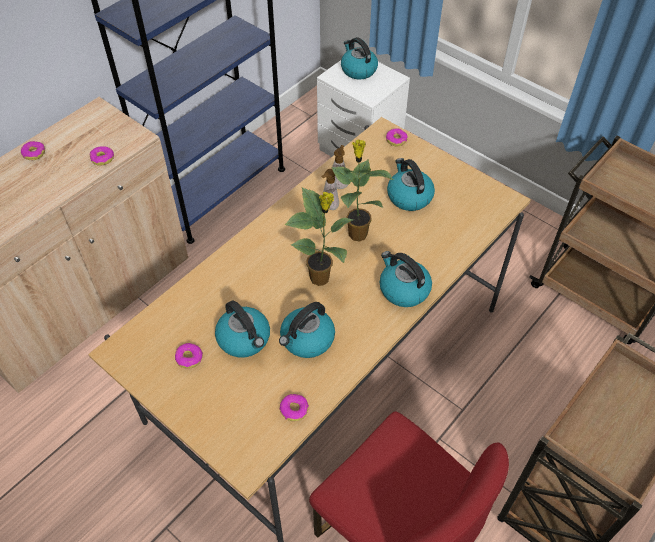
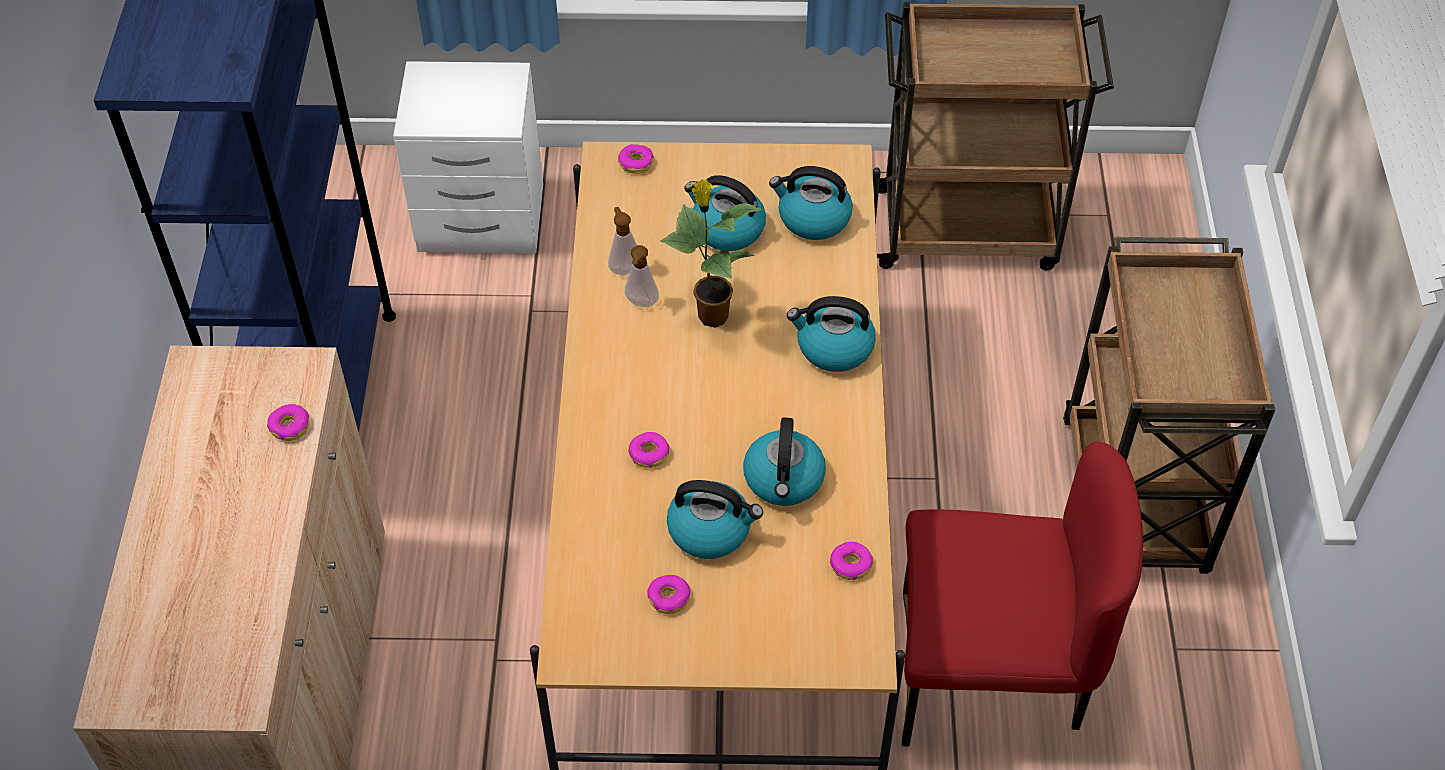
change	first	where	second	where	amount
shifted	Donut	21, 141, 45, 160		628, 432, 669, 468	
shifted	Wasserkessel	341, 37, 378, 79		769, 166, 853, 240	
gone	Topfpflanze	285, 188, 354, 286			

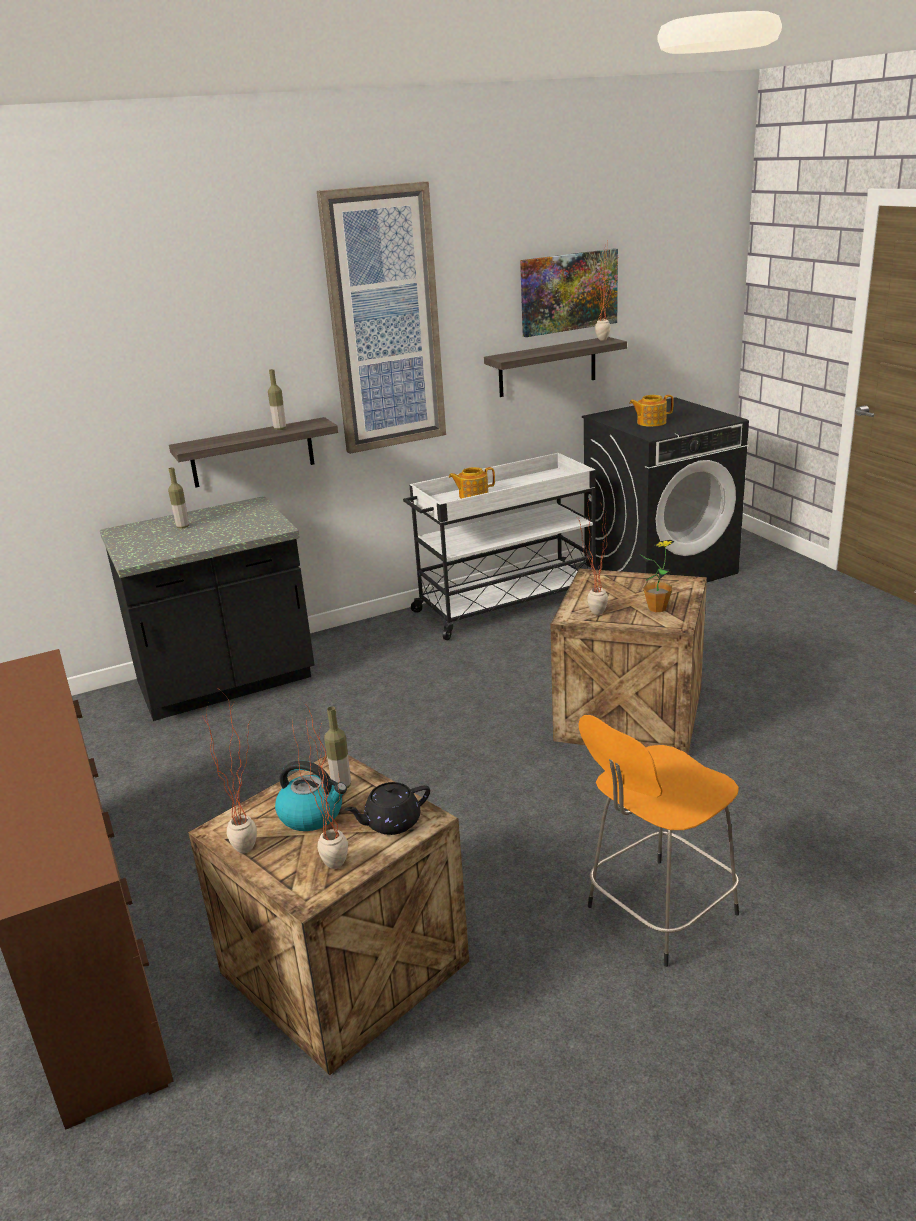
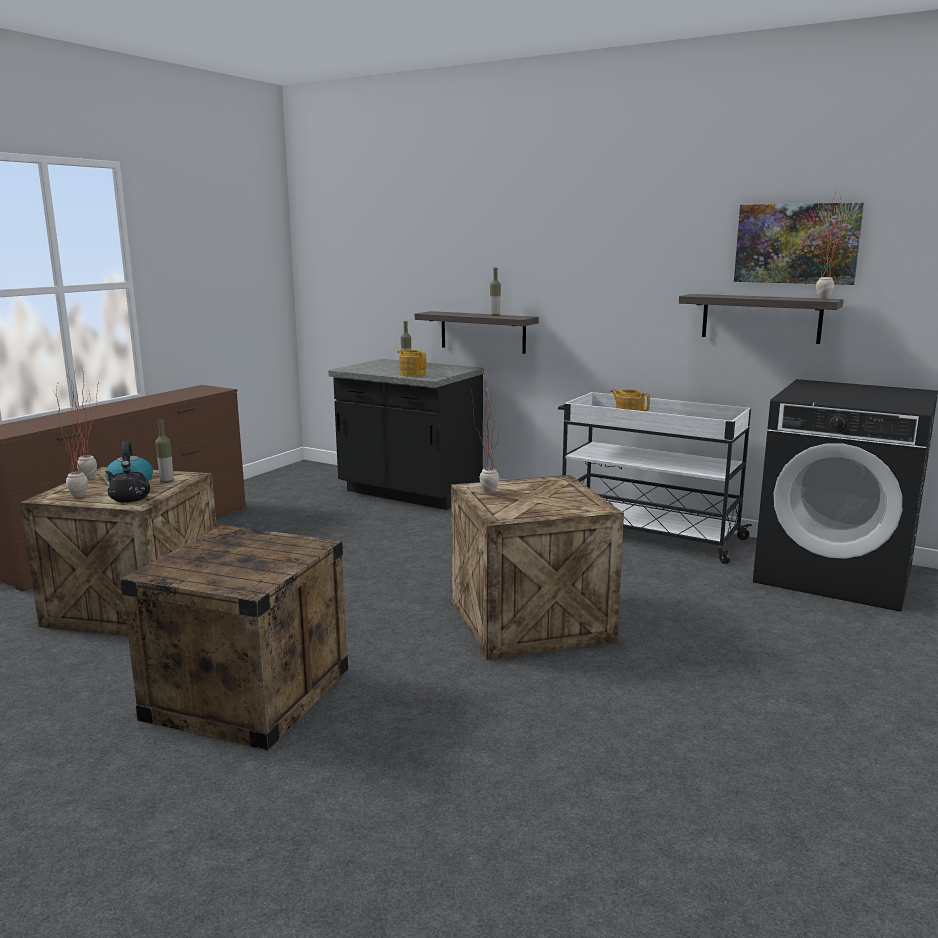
change	first	where	second	where	amount
swapped	Hocker/orange	579, 715, 739, 967	Kiste	120, 525, 348, 751	
shifted	Teekanne	629, 395, 674, 427		398, 350, 427, 377	
gone	Bild	317, 181, 446, 454			
gone	Topfpflanze	640, 540, 674, 612			

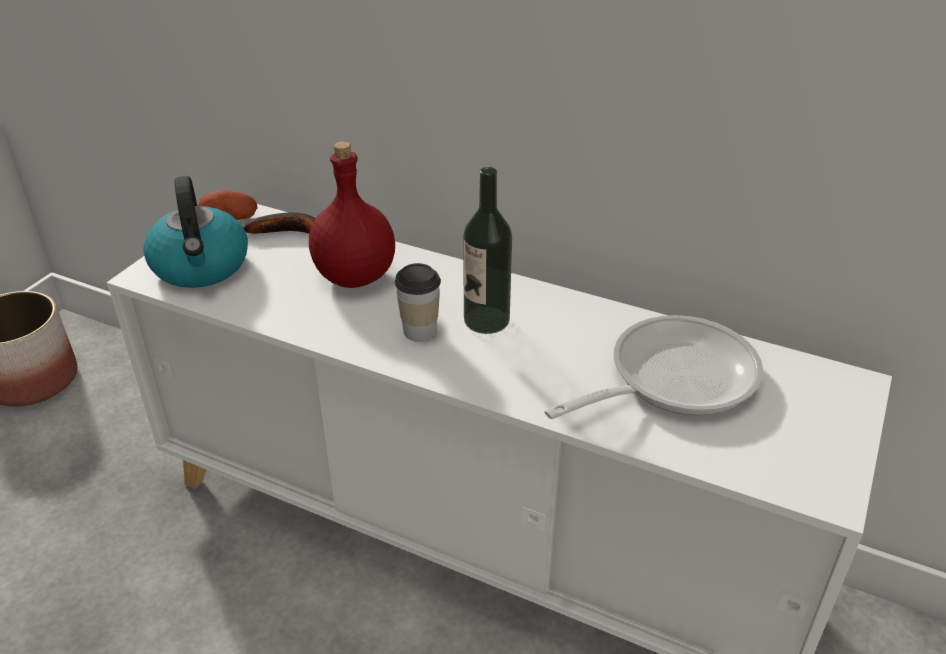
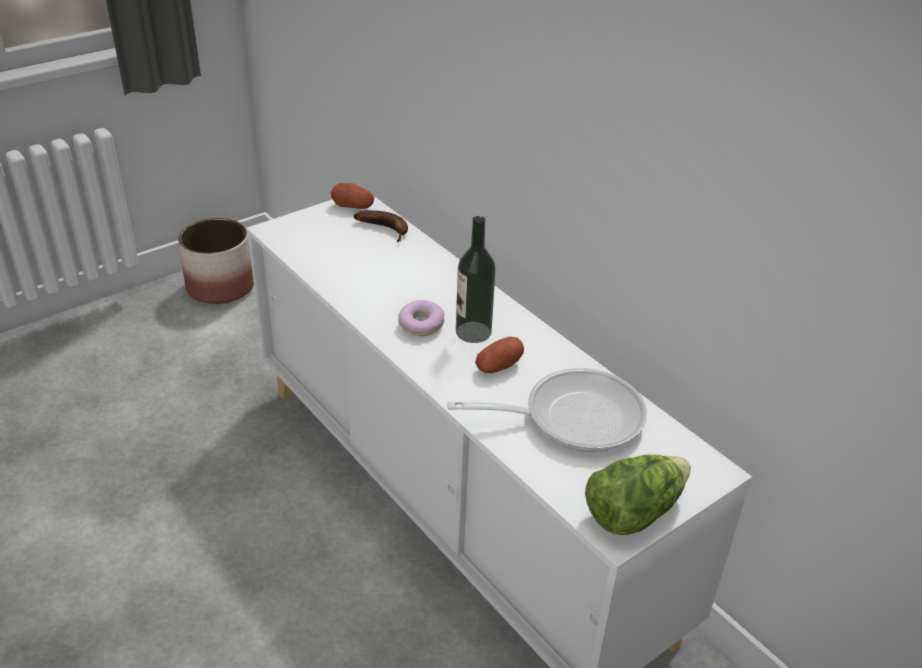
change	first	where	second	where	amount
swapped	Tasse	395, 263, 441, 342	Donut	398, 300, 444, 336	
new			Kartoffel	475, 336, 524, 373	
new			Salatkopf	585, 454, 691, 535	
gone	Wasserkessel	143, 176, 248, 288			
gone	Flasche/rot	309, 141, 395, 288			

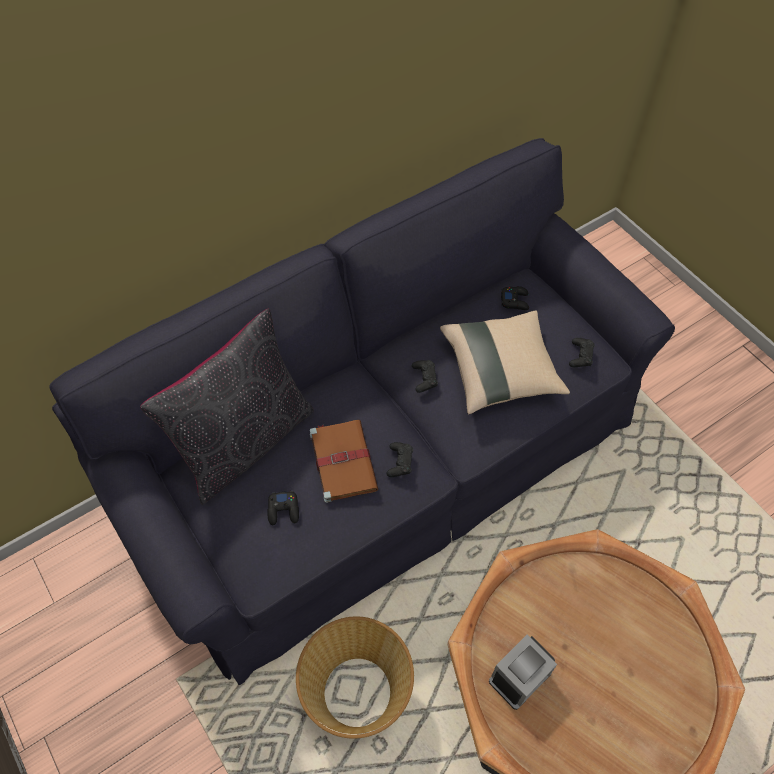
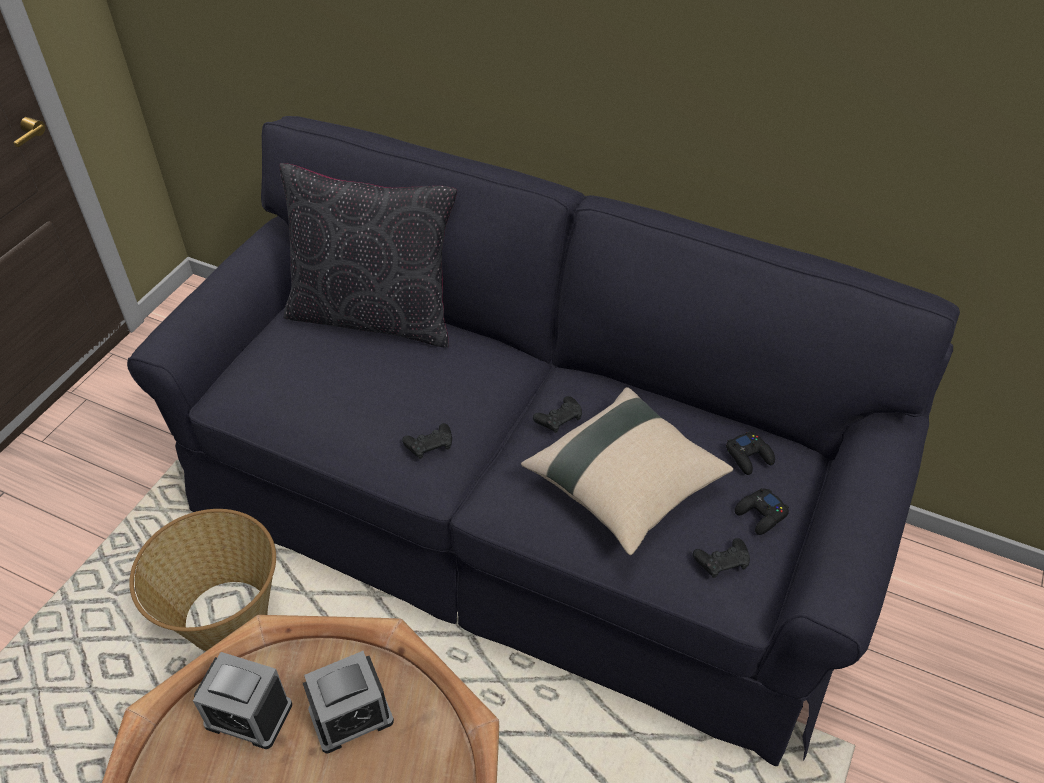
change	first	where	second	where	amount
new			Wecker	303, 651, 394, 753	
shifted	Gamepad/schwarz	267, 491, 299, 525		735, 488, 789, 535	
gone	Buch/braun	310, 420, 378, 503			

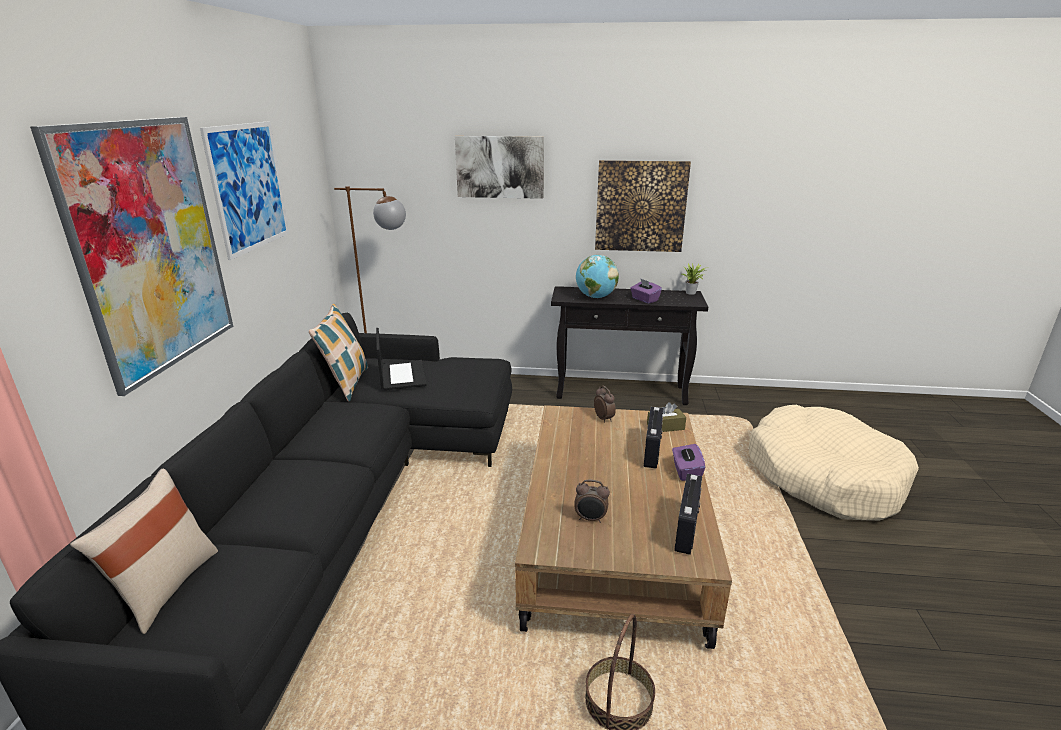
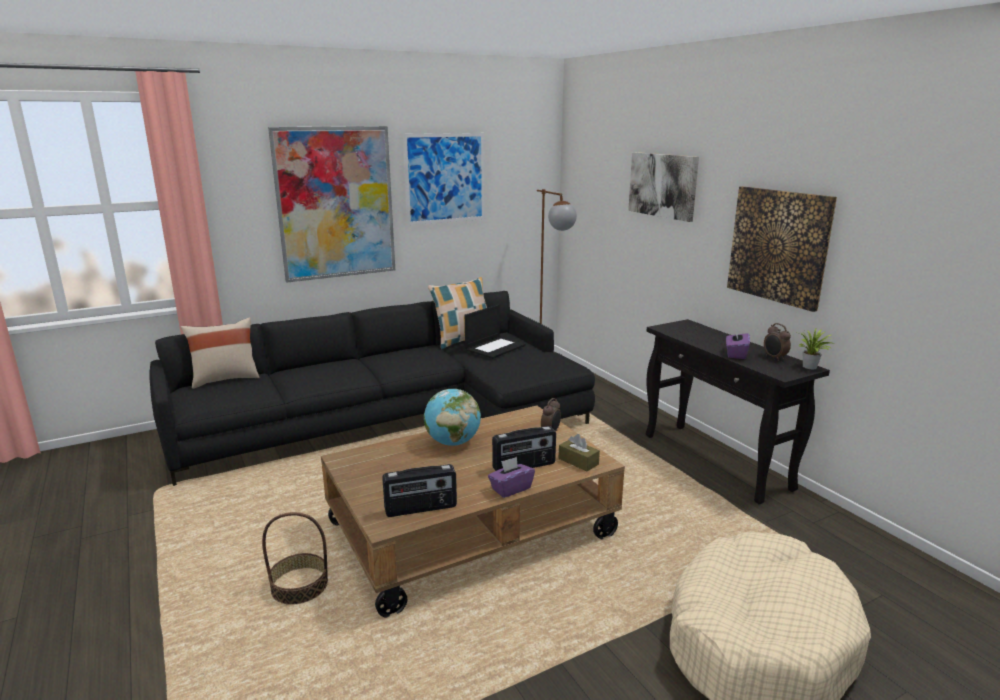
change	first	where	second	where	amount
shifted	Globus	576, 255, 619, 298		424, 389, 481, 446	
shifted	Wecker	575, 480, 610, 523		764, 323, 791, 361	

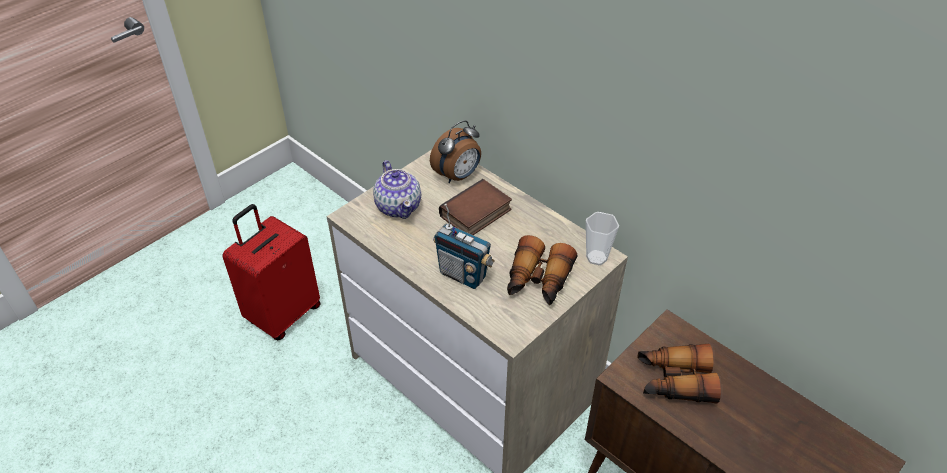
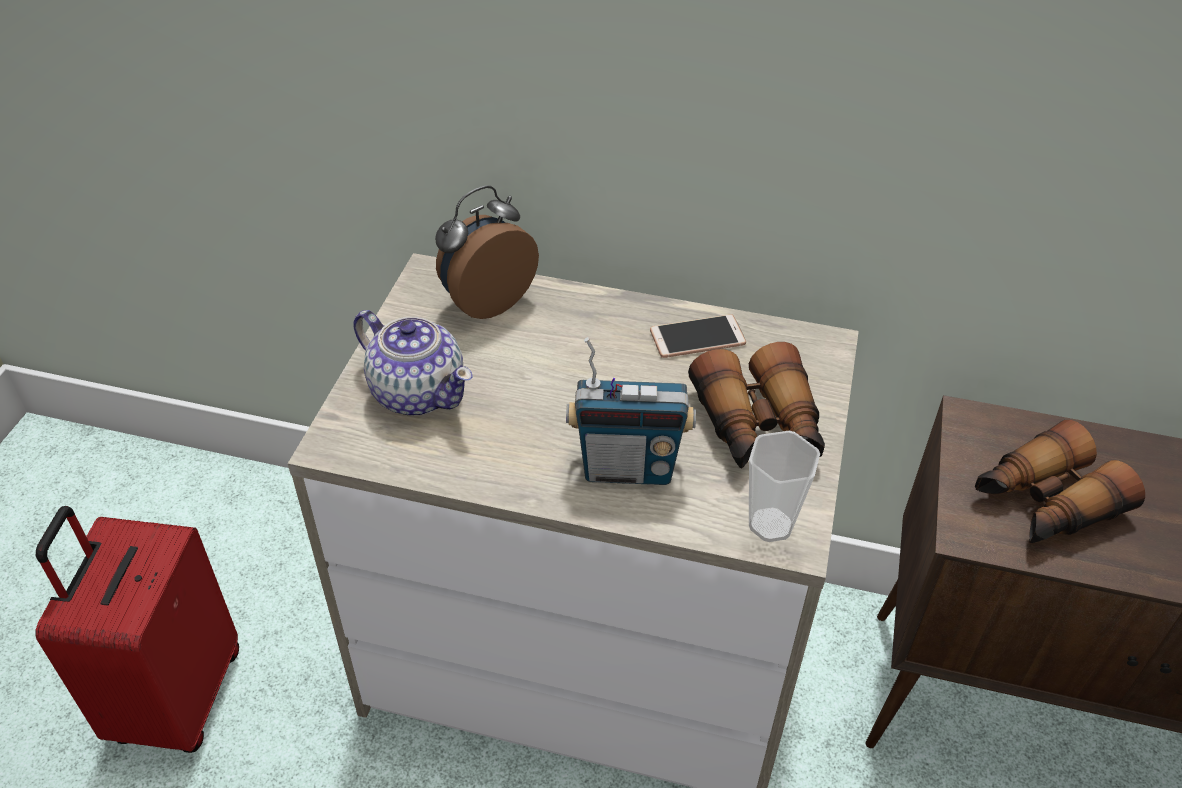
change	first	where	second	where	amount
rotated	Wecker	430, 120, 481, 183		435, 185, 539, 319	150 degrees counterclockwise
new			Handy	650, 314, 746, 358	
shifted	Tasse	586, 212, 619, 265		749, 431, 820, 542	
gone	Buch	439, 179, 512, 235			

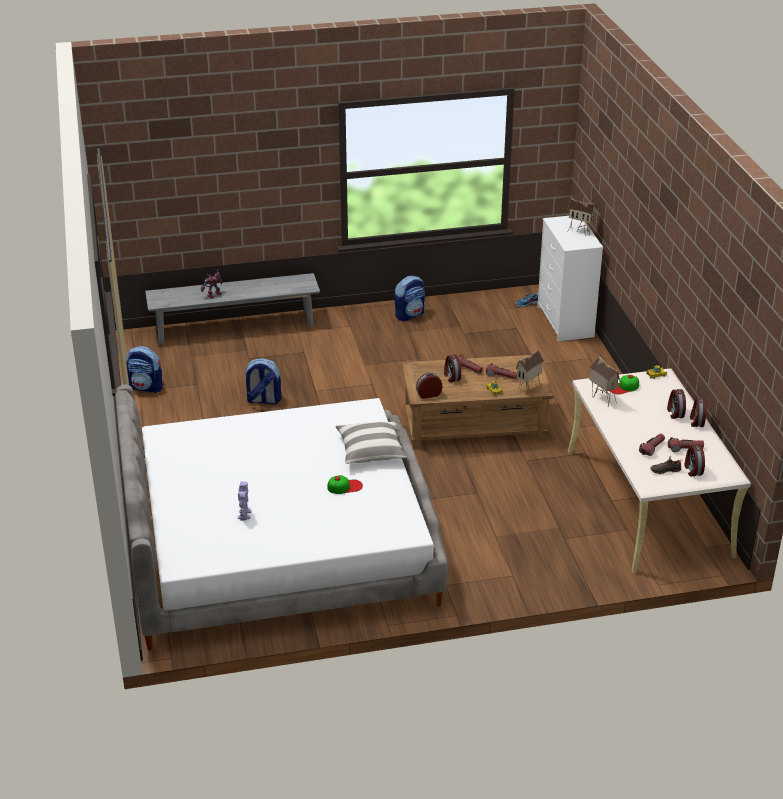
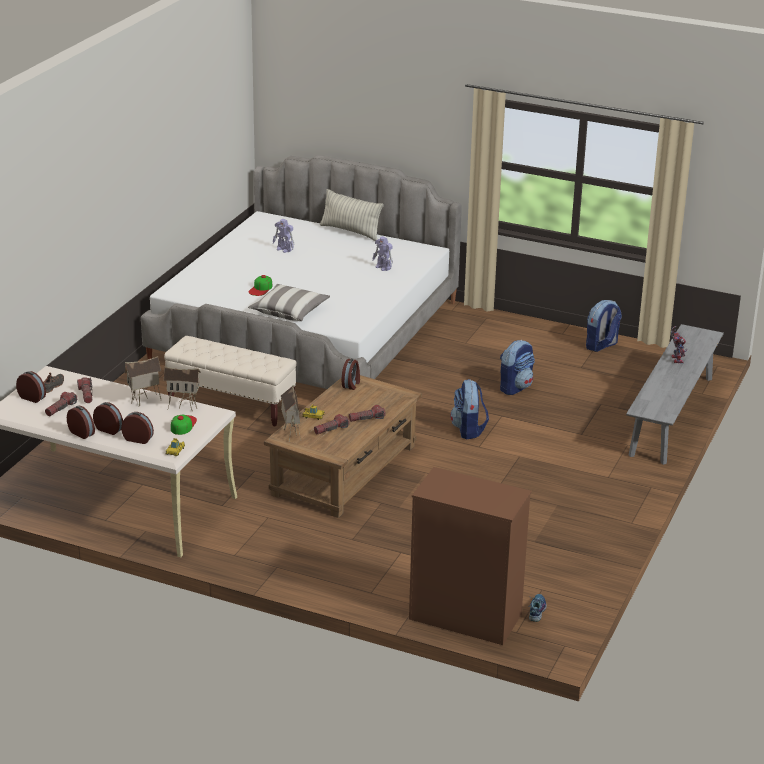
change	first	where	second	where	amount
shifted	Wecker	444, 354, 461, 382		121, 412, 154, 444	
shifted	Spielzeughaus	568, 198, 597, 236		125, 356, 162, 407	
new			Bank/beige	164, 336, 297, 427	
new			Kissen	320, 189, 384, 241	
new			Spielzeugroboter	373, 236, 393, 271	
repainted	Kommode/weiß	537, 216, 603, 341	Kommode/braun	409, 467, 532, 645	
shifted	Rucksack	395, 276, 425, 321		450, 379, 489, 439	

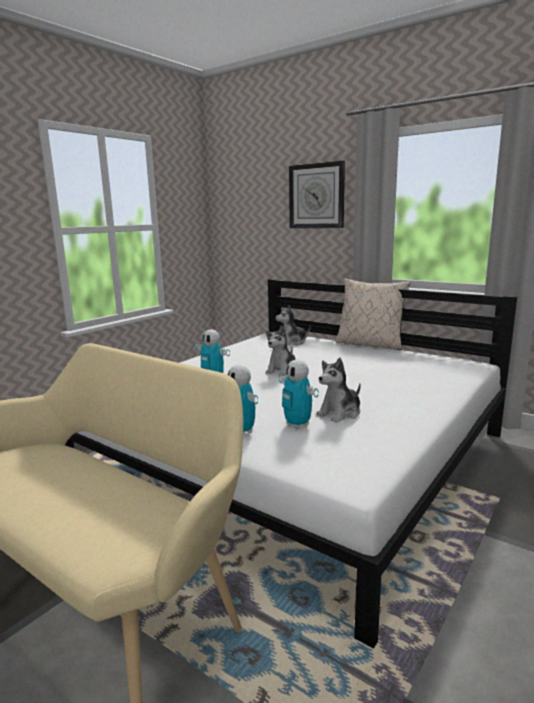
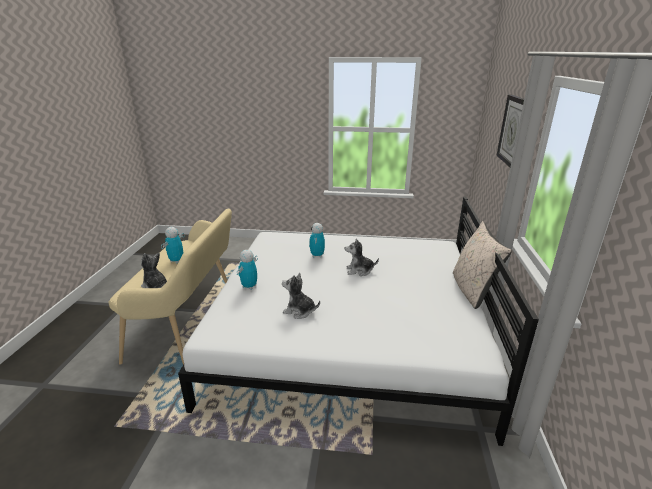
change	first	where	second	where	amount
shifted	Plüschtier	275, 305, 311, 345		141, 253, 167, 288	
shifted	Spielzeugroboter	279, 360, 319, 429		161, 227, 185, 263	

